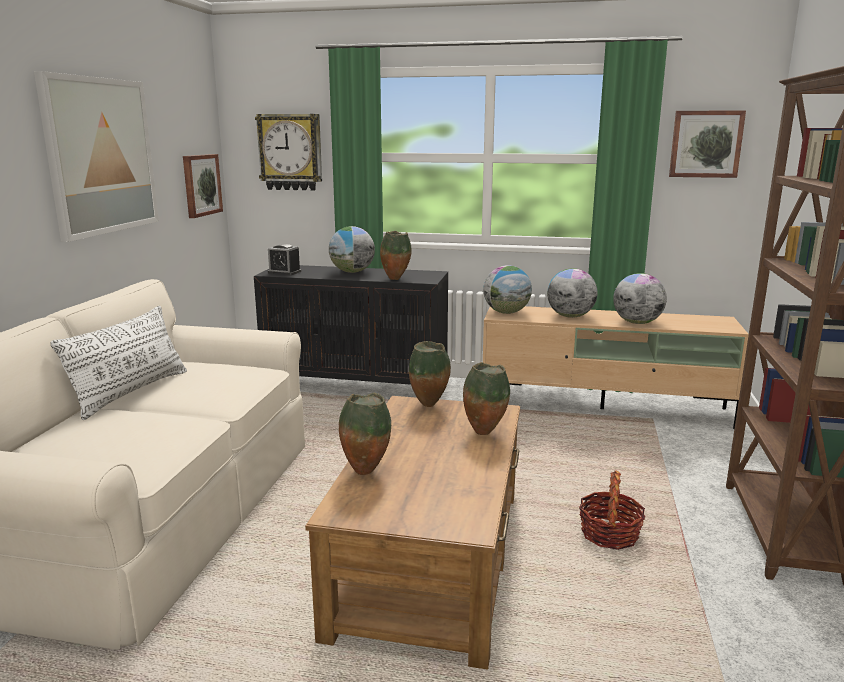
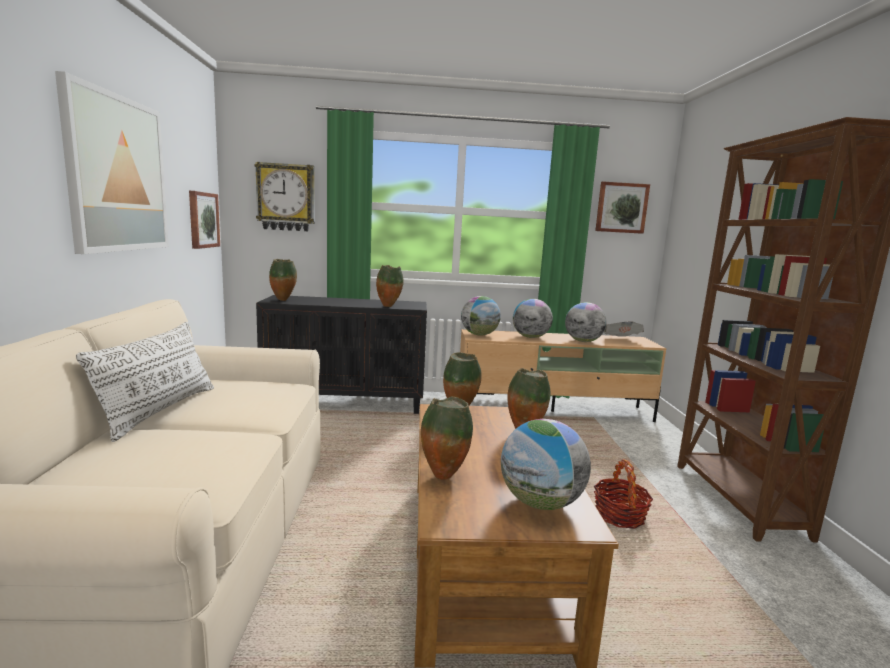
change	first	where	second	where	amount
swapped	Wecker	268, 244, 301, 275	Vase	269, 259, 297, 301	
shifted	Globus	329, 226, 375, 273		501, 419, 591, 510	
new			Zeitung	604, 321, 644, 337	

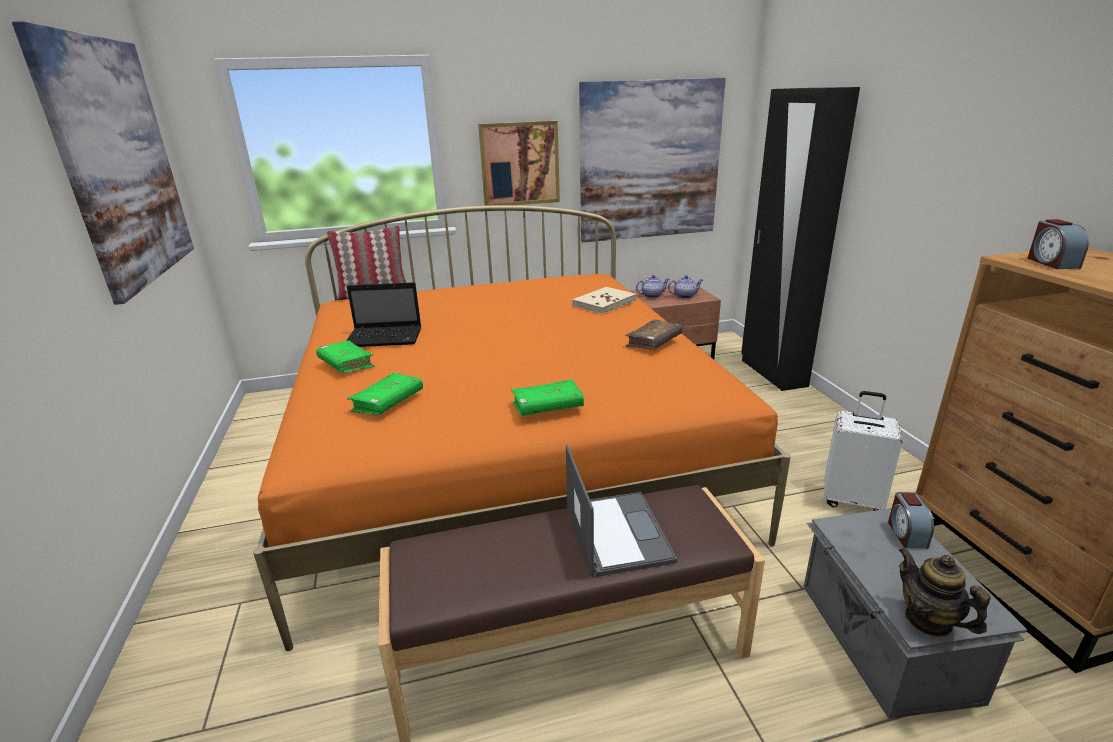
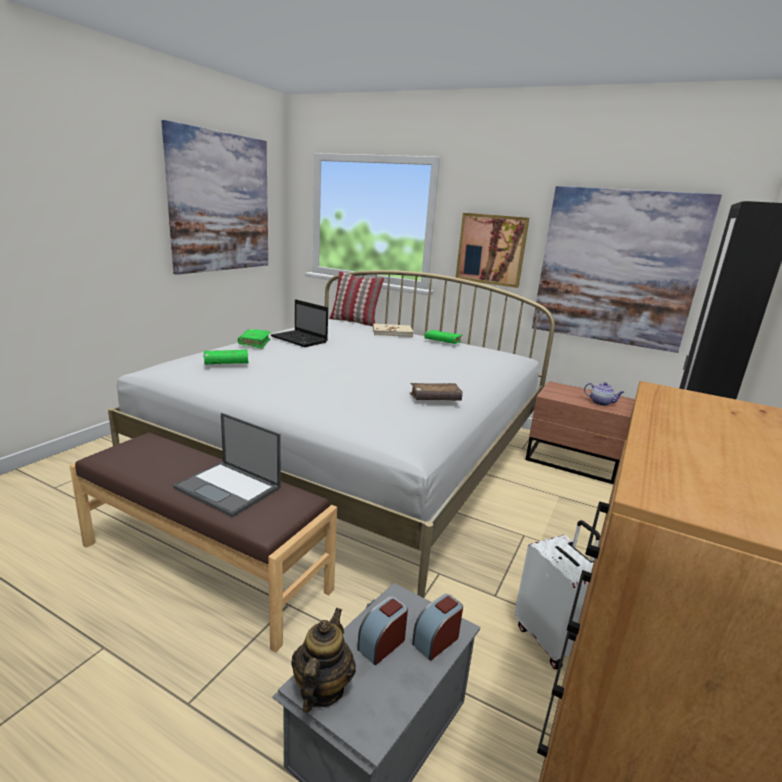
change	first	where	second	where	amount
repainted	Bett/orange	253, 205, 791, 651	Bett/weiß	108, 270, 555, 598	
rotated	Laptop	566, 445, 677, 578		173, 413, 281, 518	90 degrees clockwise
shifted	Wecker	1028, 219, 1089, 269		357, 596, 408, 665	
shifted	Buch/beige	572, 287, 636, 314		373, 324, 413, 337	
shifted	Buch/grün	511, 379, 584, 416		425, 330, 462, 344	
gone	Teekanne	636, 275, 669, 298			

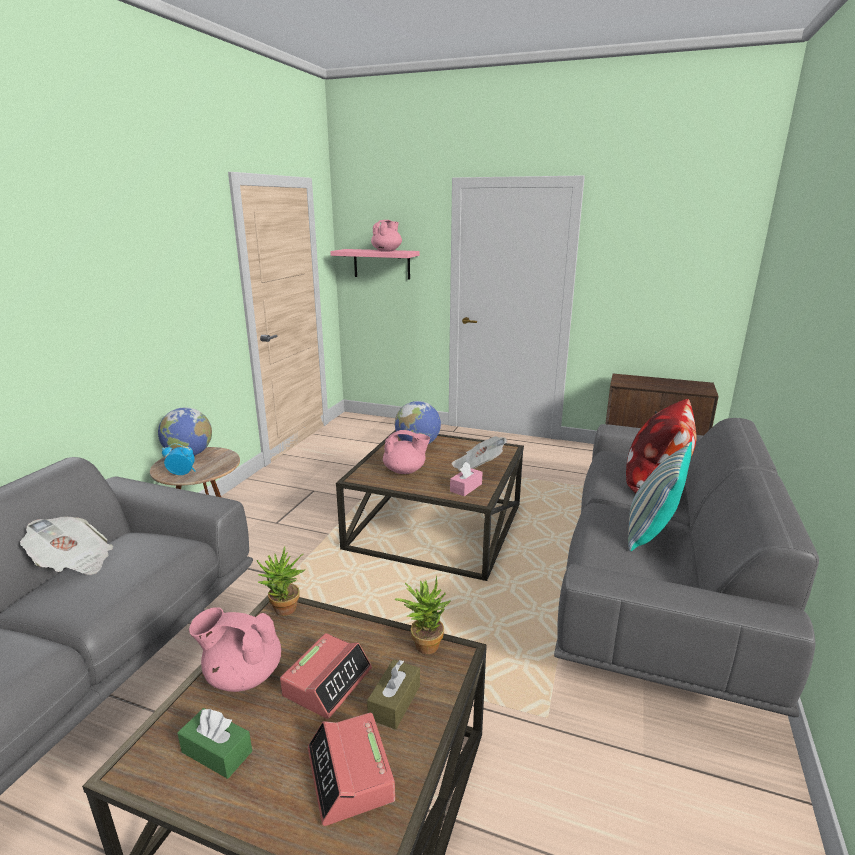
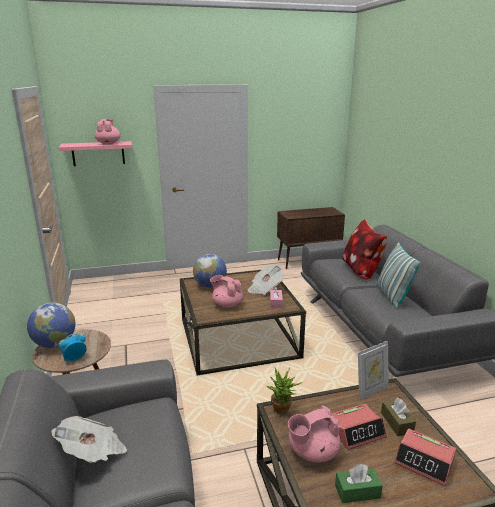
change	first	where	second	where	amount
rotated	Teekanne/rosa	383, 430, 430, 474		210, 275, 243, 308	120 degrees counterclockwise
rotated	Wecker	280, 633, 372, 719		331, 404, 387, 450	75 degrees clockwise
swapped	Topfpflanze	395, 576, 451, 654	Bilderrahmen	358, 341, 389, 400	

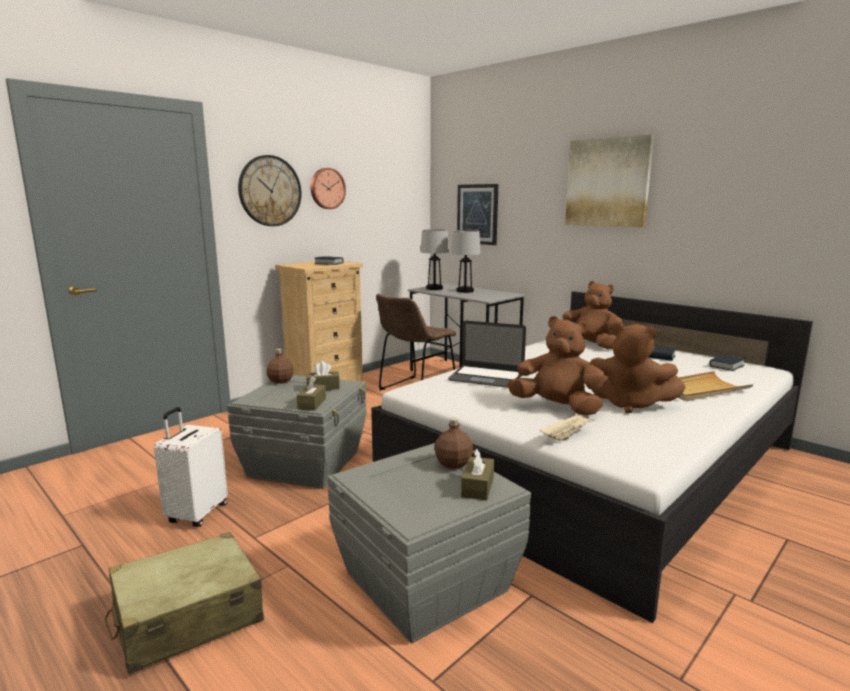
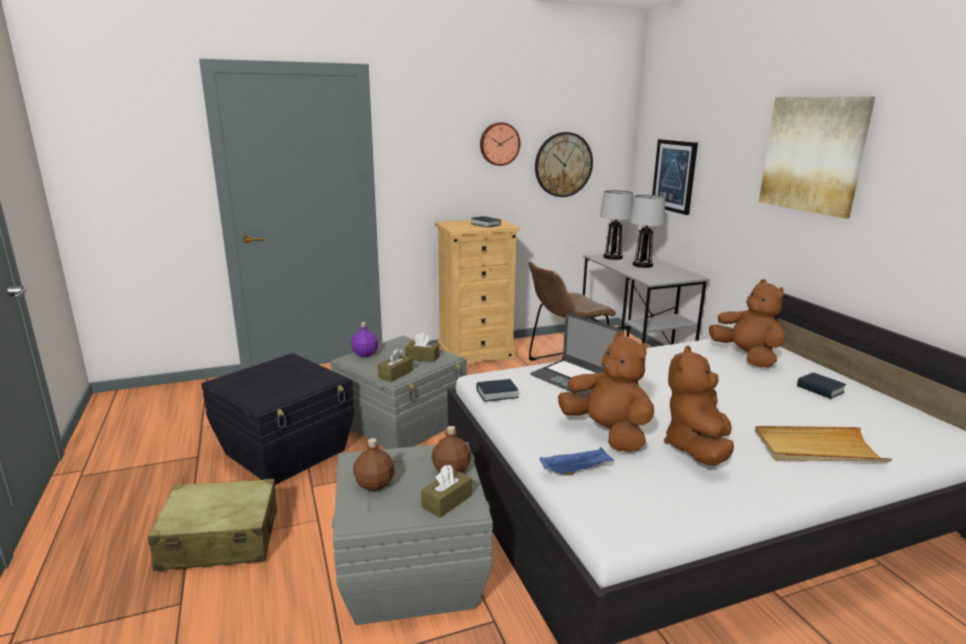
change	first	where	second	where	amount
swapped	Koffer/weiß	154, 407, 228, 527	Aufbewahrungsbox/schwarz	202, 353, 354, 485	
new			Flasche/lila	351, 322, 378, 357	
shifted	Flasche/braun	267, 349, 294, 384		353, 438, 395, 491	
shifted	Buch	709, 355, 745, 371		477, 379, 519, 402	
shifted	Wanduhr	238, 155, 302, 226		535, 132, 593, 197	
repainted	Tablett/beige	540, 413, 595, 441	Tablett/blau	540, 447, 615, 475	
rotated	Plüschtier/braun	590, 324, 685, 414		664, 346, 734, 466	60 degrees clockwise

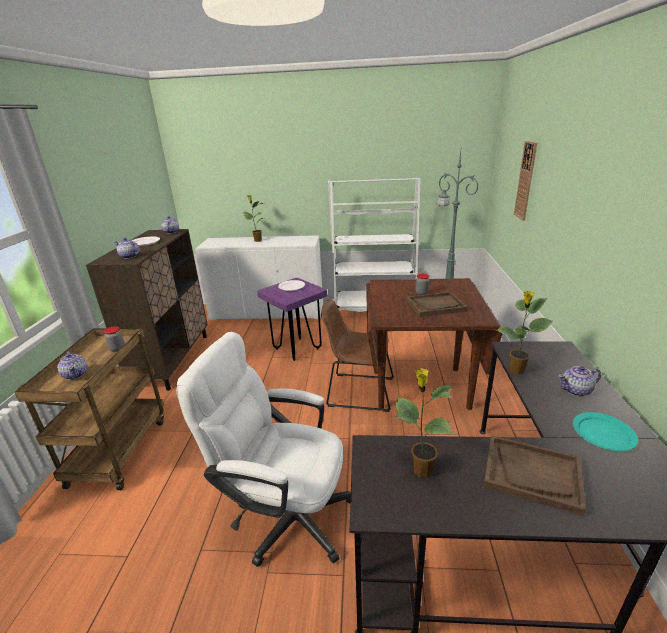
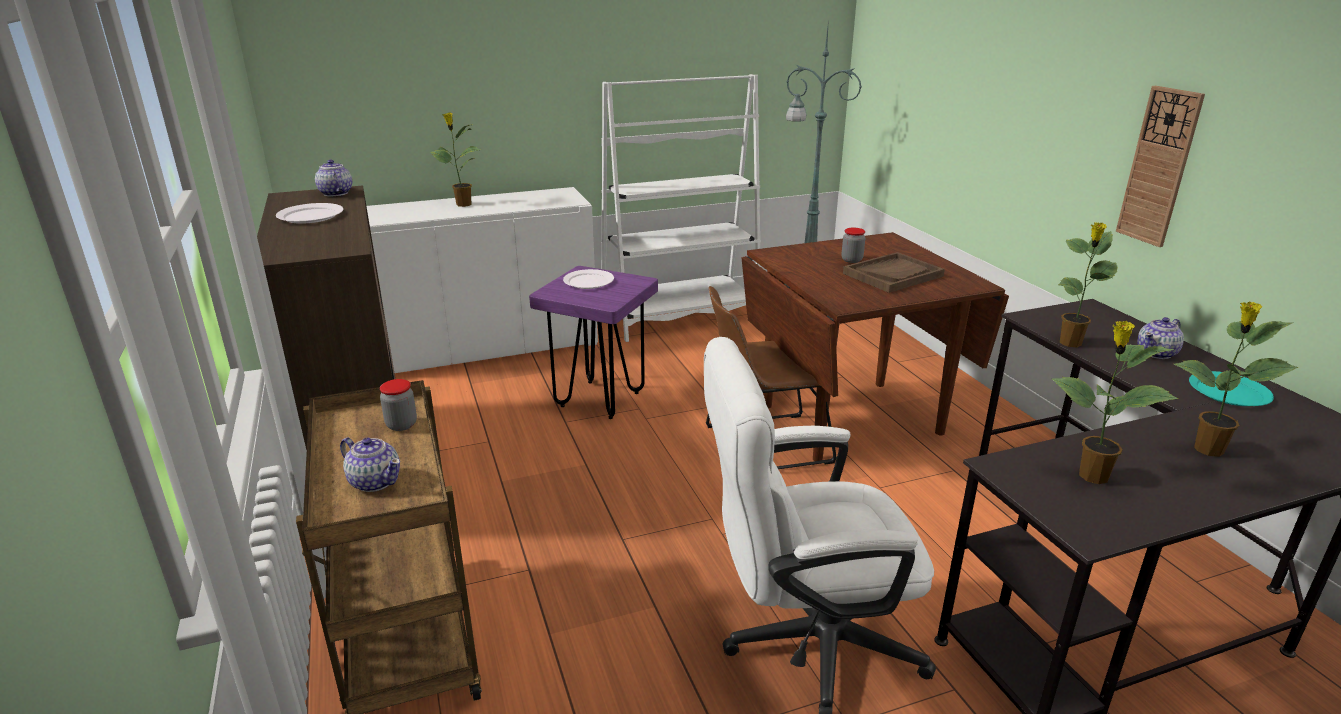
change	first	where	second	where	amount
shifted	Wanduhr	514, 141, 537, 220		1116, 86, 1205, 247	
swapped	Tablett/braun	483, 435, 586, 516	Topfpflanze	1174, 301, 1298, 457	
gone	Teekanne	114, 238, 140, 259			

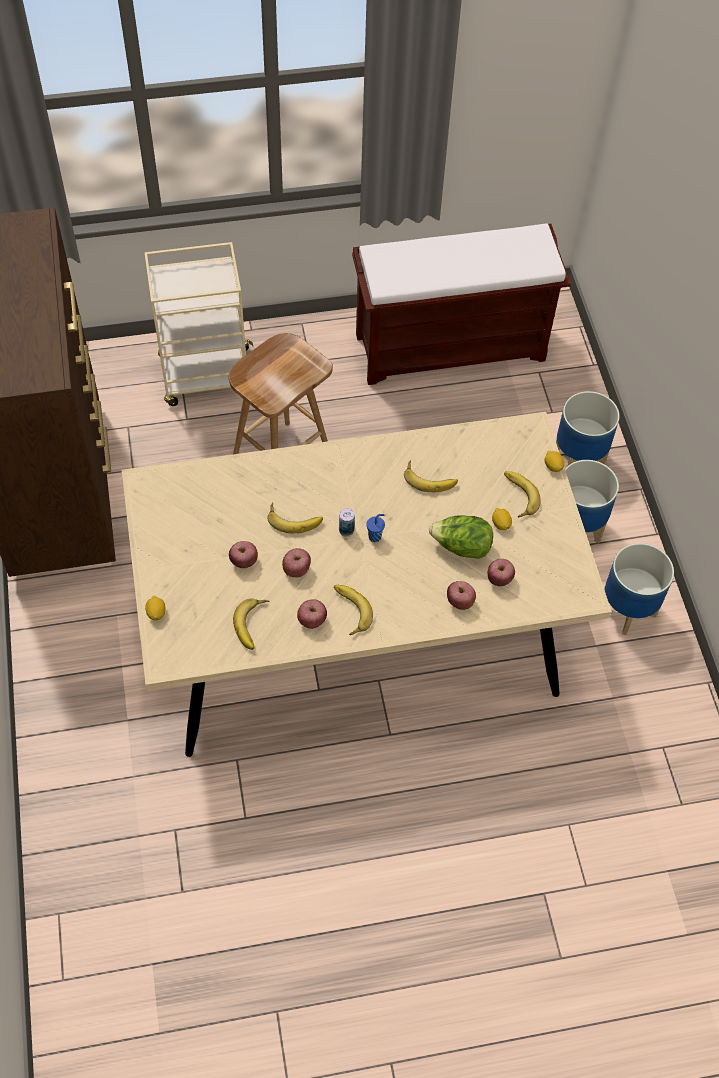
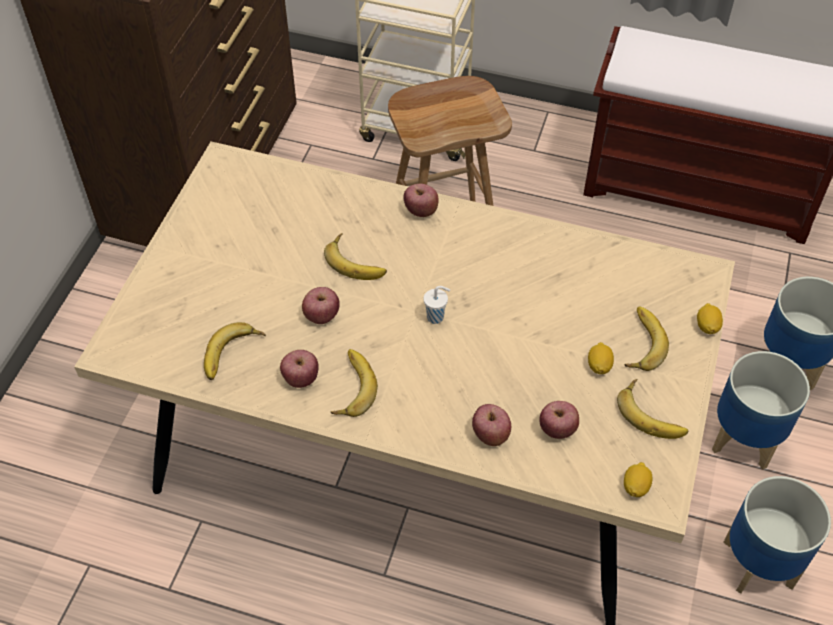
change	first	where	second	where	amount
shifted	Apfel	229, 541, 258, 568		404, 184, 439, 217	
repainted	Tasse/blau	366, 514, 385, 542	Tasse/weiß	424, 286, 450, 324	
shifted	Banane	404, 460, 458, 493		617, 379, 688, 439	
shifted	Zitrone	145, 596, 165, 621		624, 462, 652, 497	
gone	Dose	339, 508, 355, 537			
gone	Salatkopf	429, 515, 493, 559			

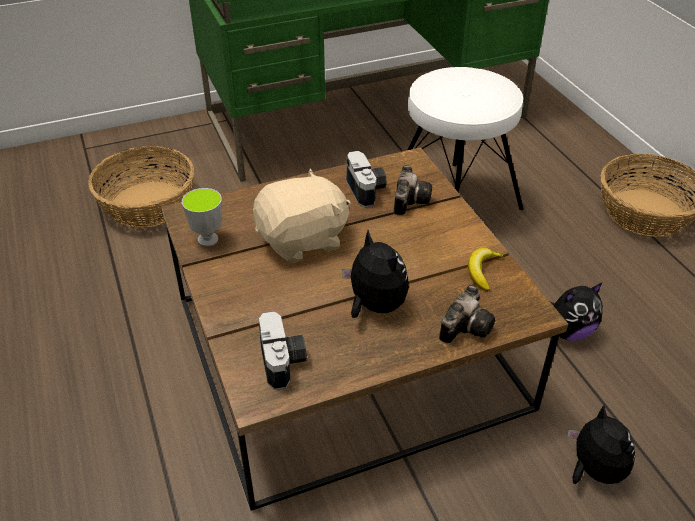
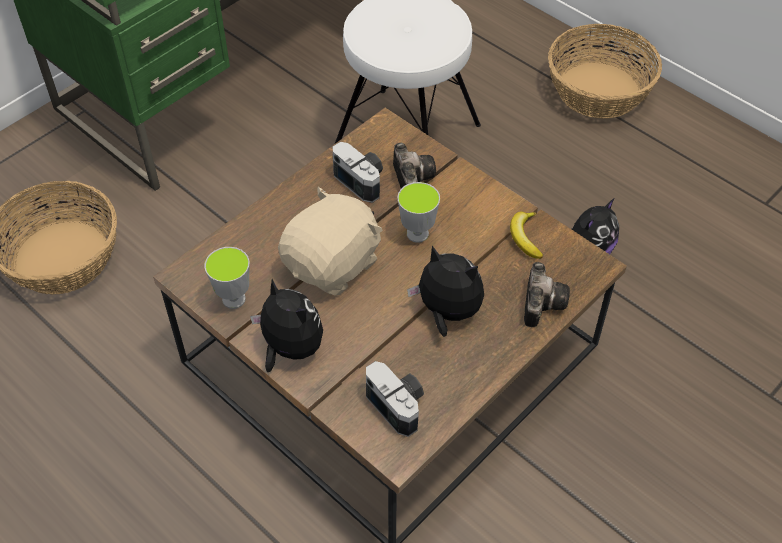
change	first	where	second	where	amount
shifted	Plüschtier	567, 404, 635, 484		250, 279, 323, 372	
new			Tasse	397, 182, 440, 243	

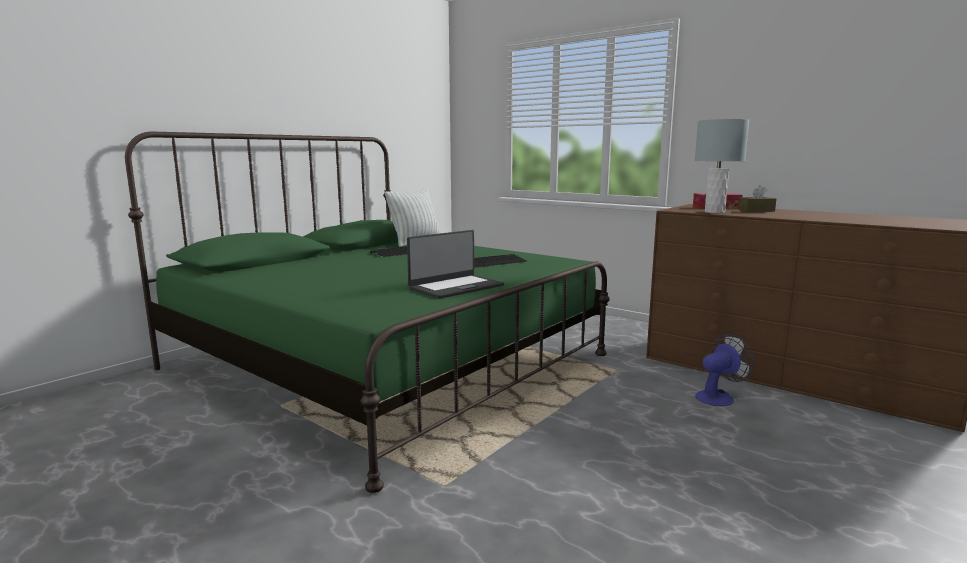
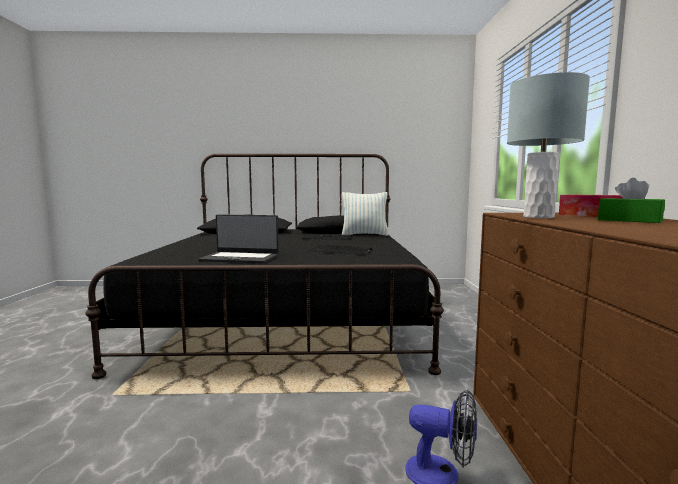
change	first	where	second	where	amount
repainted	Bett/grün	125, 132, 610, 493	Bett/schwarz	85, 154, 444, 379	
repainted	Taschentuchbox/braun	738, 185, 776, 212	Taschentuchbox/grün	598, 178, 665, 223	

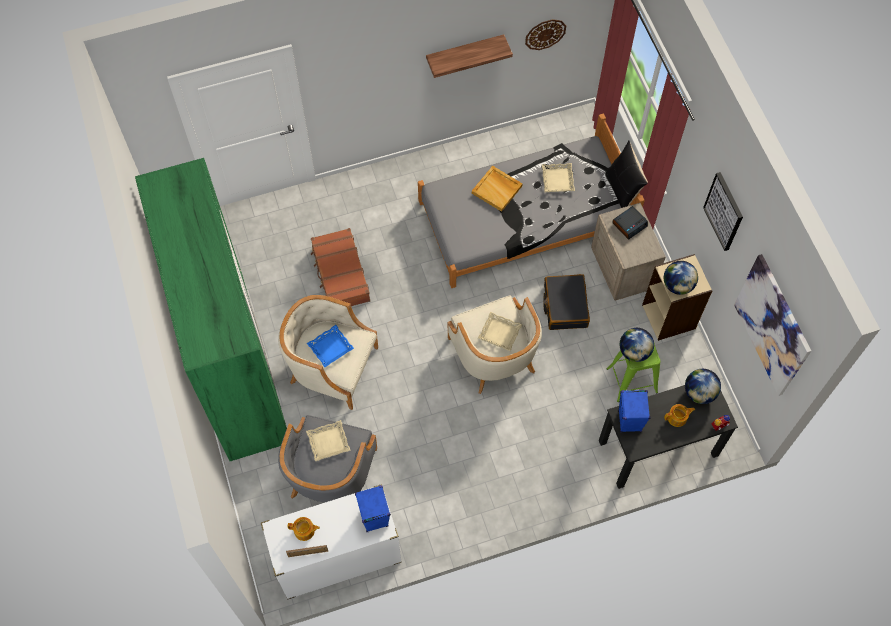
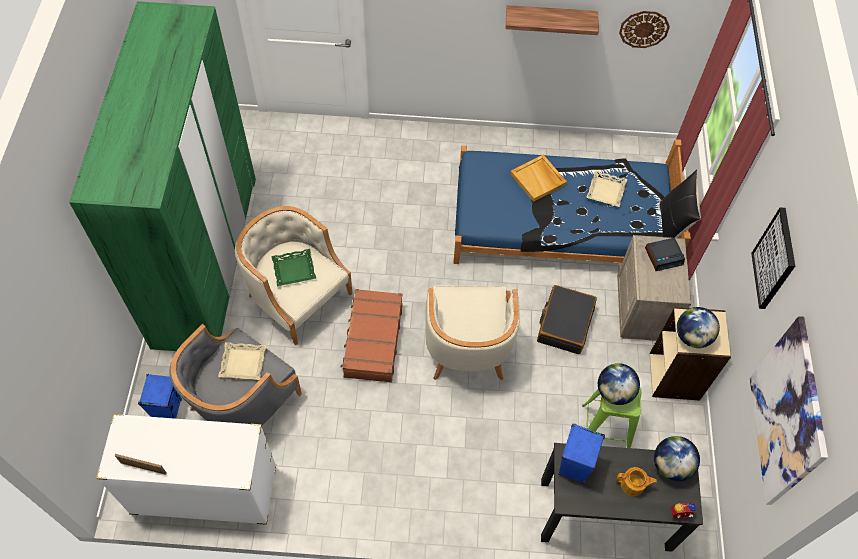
change	first	where	second	where	amount
shifted	Lautsprecher/blau	355, 485, 391, 532		138, 374, 182, 419	
repainted	Tablett/blau	307, 325, 354, 367	Tablett/grün	271, 249, 316, 286	
shifted	Koffer/braun	311, 228, 370, 306		340, 289, 403, 383	
repainted	Bett/grau	418, 113, 645, 288	Bett/blau	453, 139, 691, 264	
gone	Teekanne	288, 517, 320, 541			
gone	Tablett/beige	478, 312, 523, 351			

